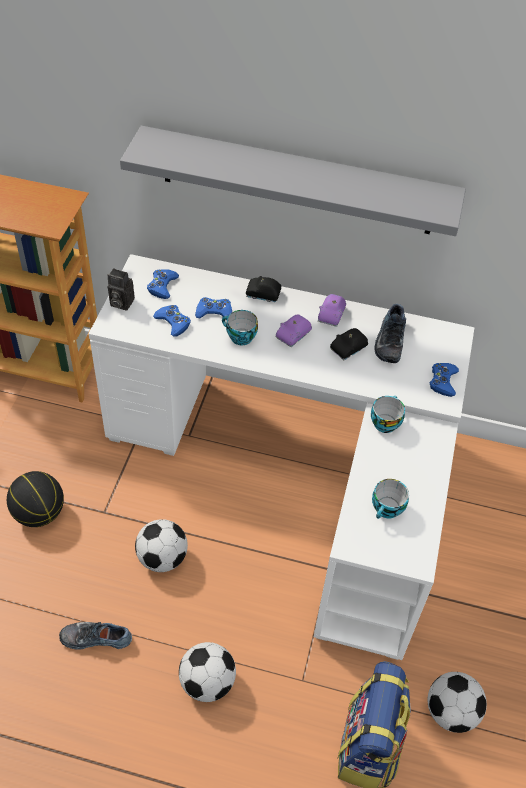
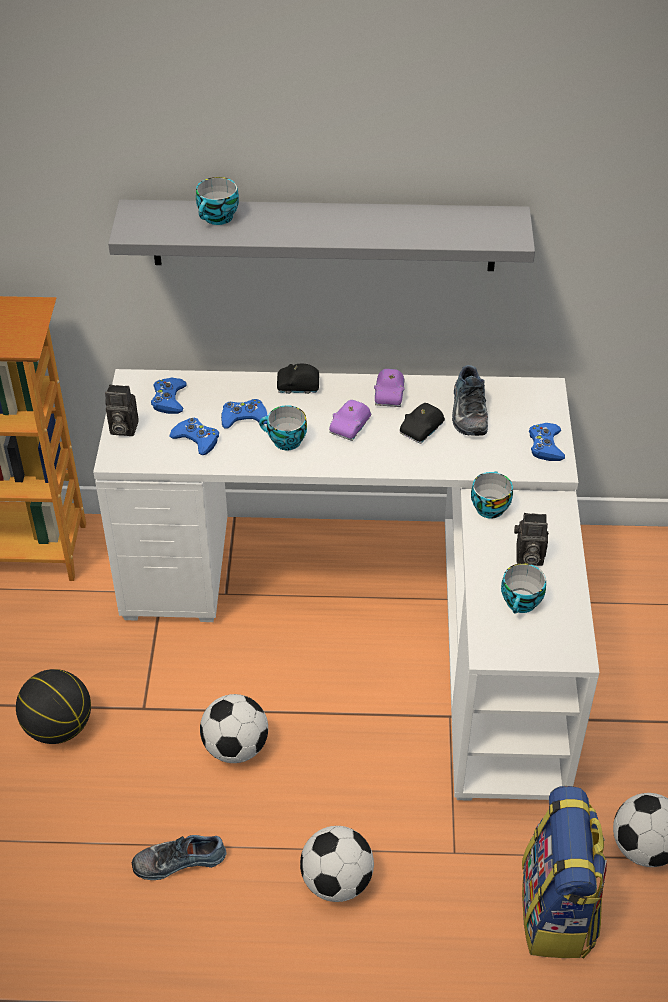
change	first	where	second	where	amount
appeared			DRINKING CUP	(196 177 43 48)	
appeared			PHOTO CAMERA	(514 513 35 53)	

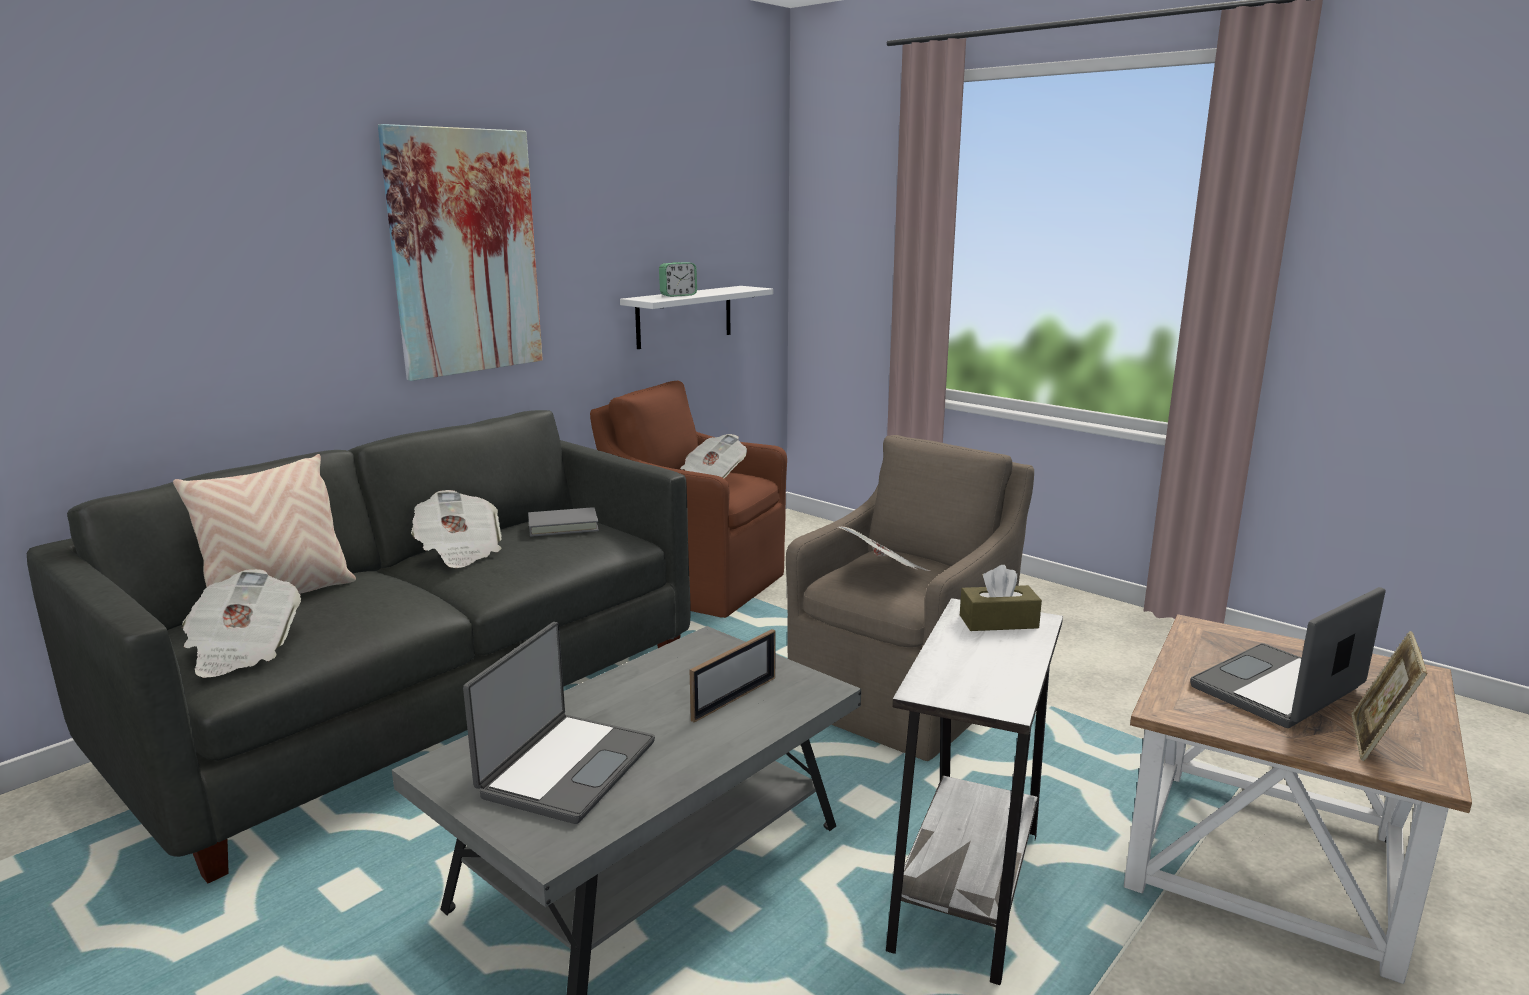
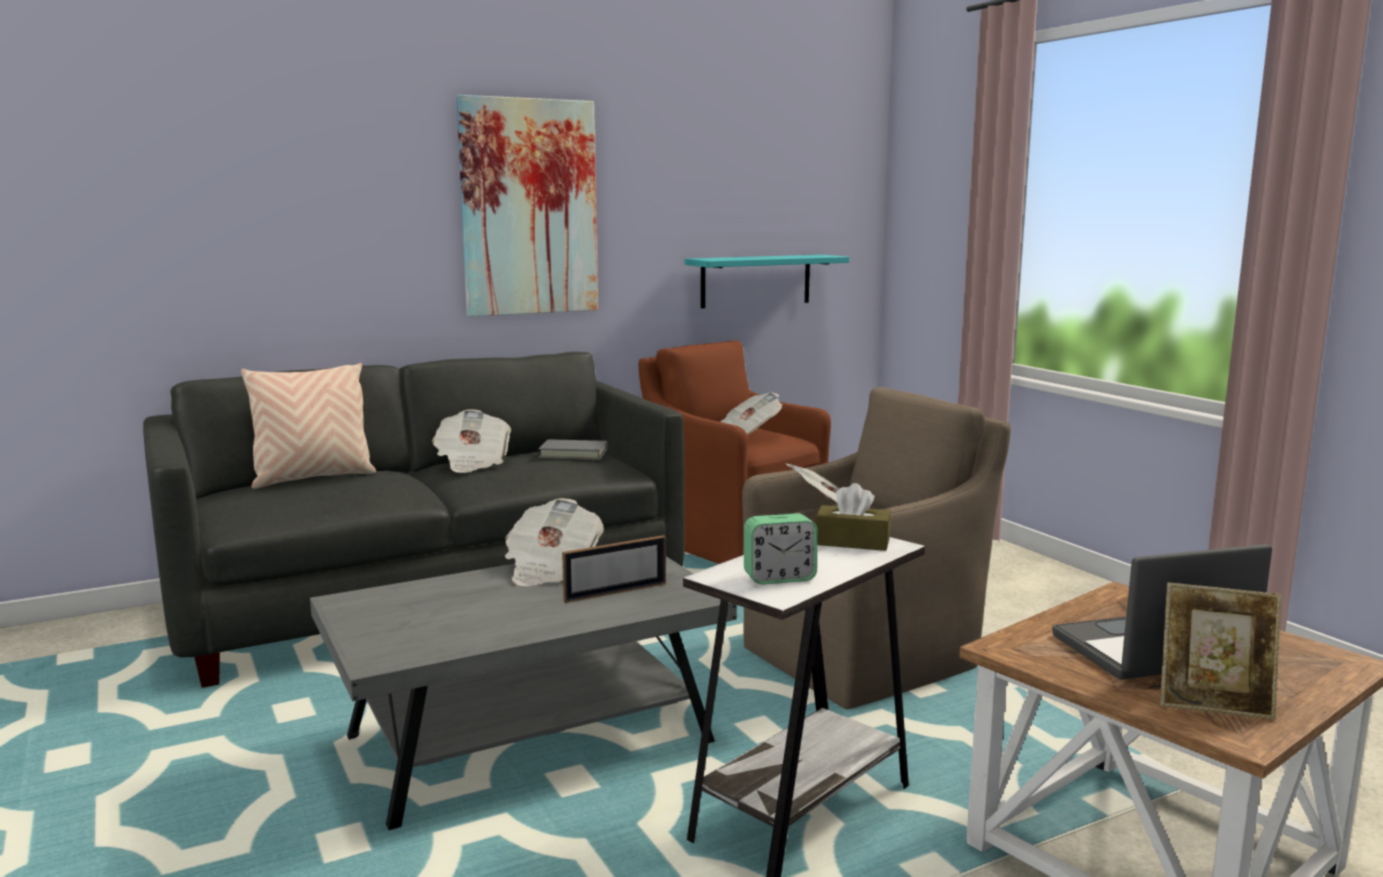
change	first	where	second	where	amount
relocated	TABLE CLOCK	(659 262 38 35)		(744 513 74 71)	
colour	WHITE-COLOURED BRACKET SHELF	(620 286 153 63)	TURQUOISE-COLOURED BRACKET SHELF	(685 255 164 53)	
relocated	PRINTED PAPER	(182 569 119 109)		(505 498 99 88)	
missing	NOTEBOOK COMPUTER	(463 622 192 202)			
spun	STANDING FRAME	(1351 631 77 130)		(1160 582 122 138)	120 degrees counterclockwise

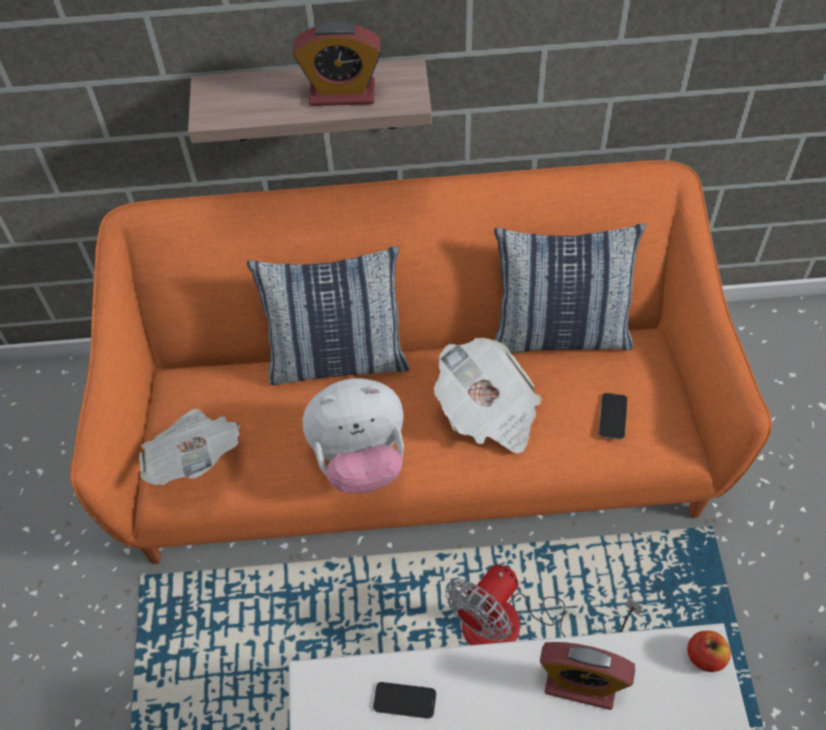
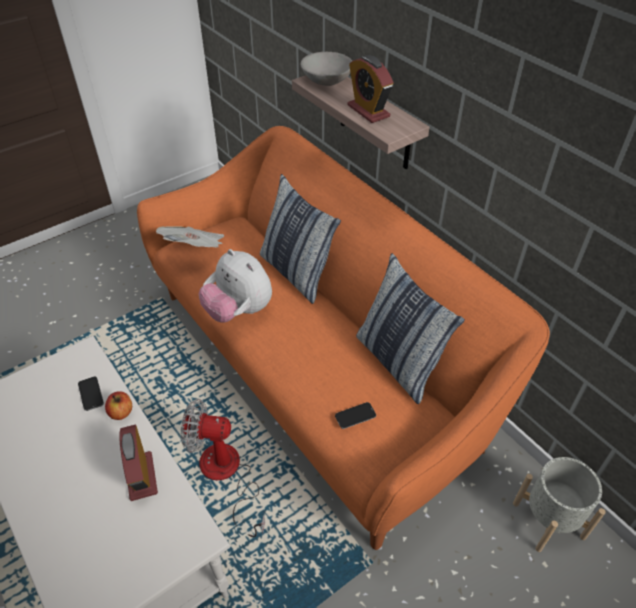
change	first	where	second	where	amount
missing	PRINTED PAPER	(434 338 108 116)			
relocated	WHOLE APPLE	(687 631 44 41)		(105 391 27 29)	
appeared			GREY BOWL	(301 52 51 34)	
appeared			GREY PLANTER	(513 457 93 95)	

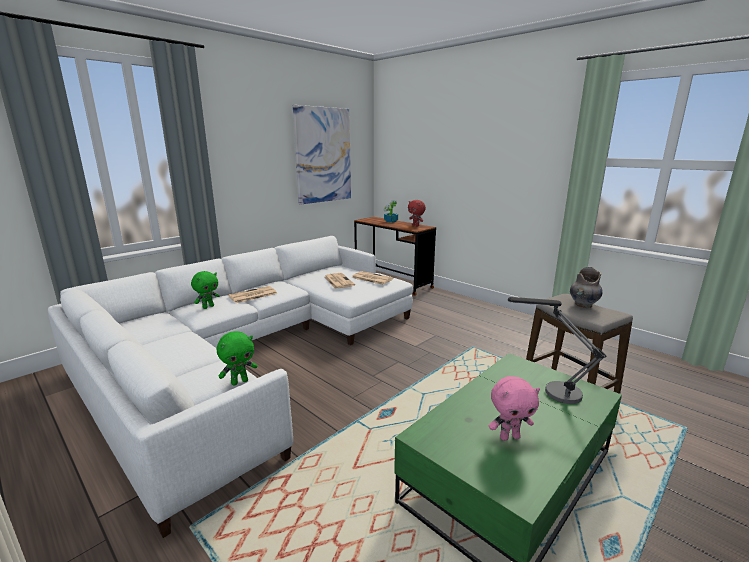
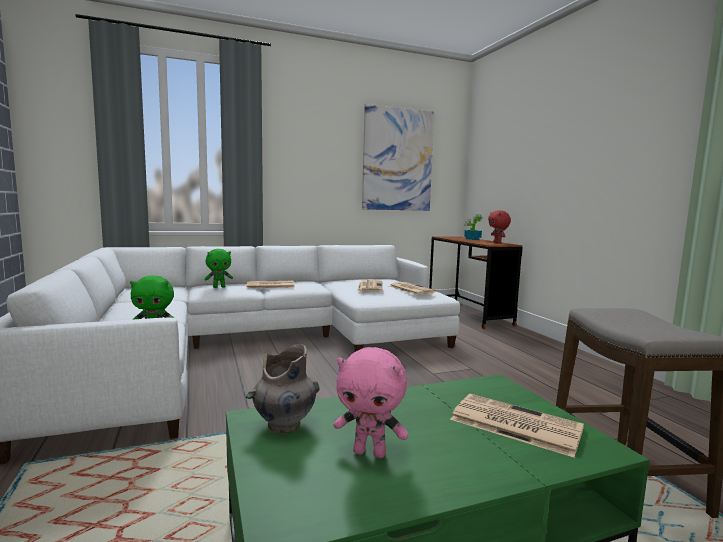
change	first	where	second	where	amount
relocated	GREY FLOWER VASE	(570 267 33 41)		(245 345 75 88)	
exchanged	TABLE LAMP	(508 297 98 107)	PRINTED PAPER	(450 394 134 64)	

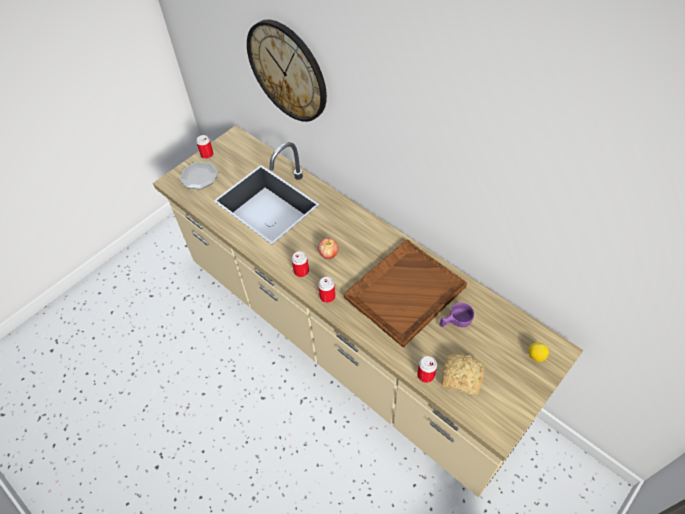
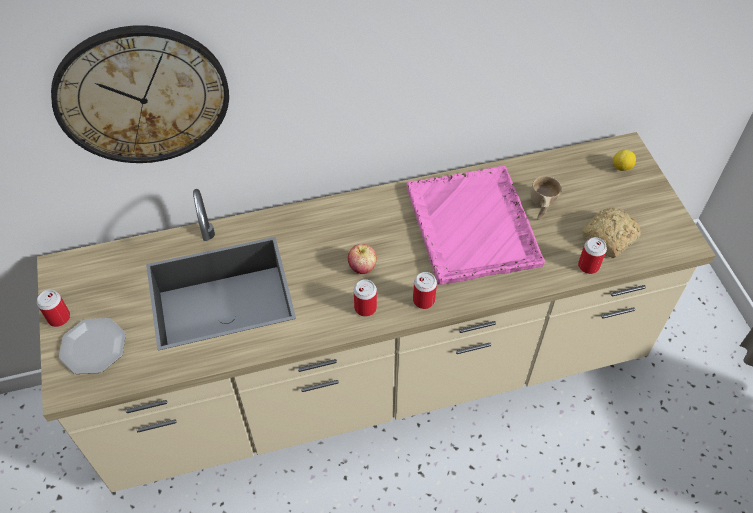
change	first	where	second	where	amount
colour	BROWNISH TRAY	(344 240 123 108)	PINK TRAY	(407 166 138 119)	
colour	PURPLE DRINKING CUP	(439 303 35 24)	SAND-COLOURED DRINKING CUP	(530 176 32 44)	

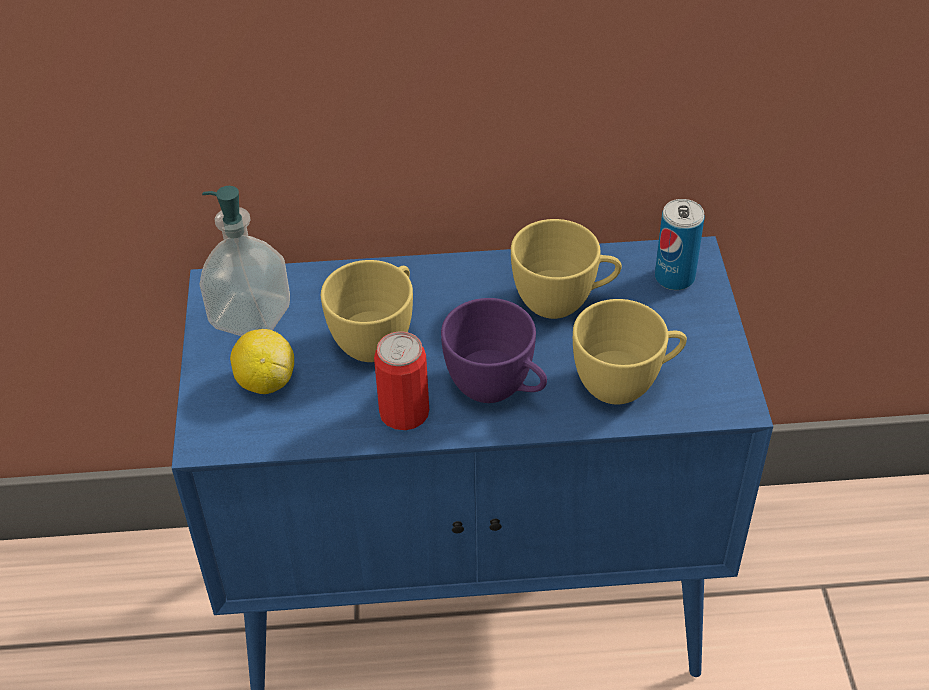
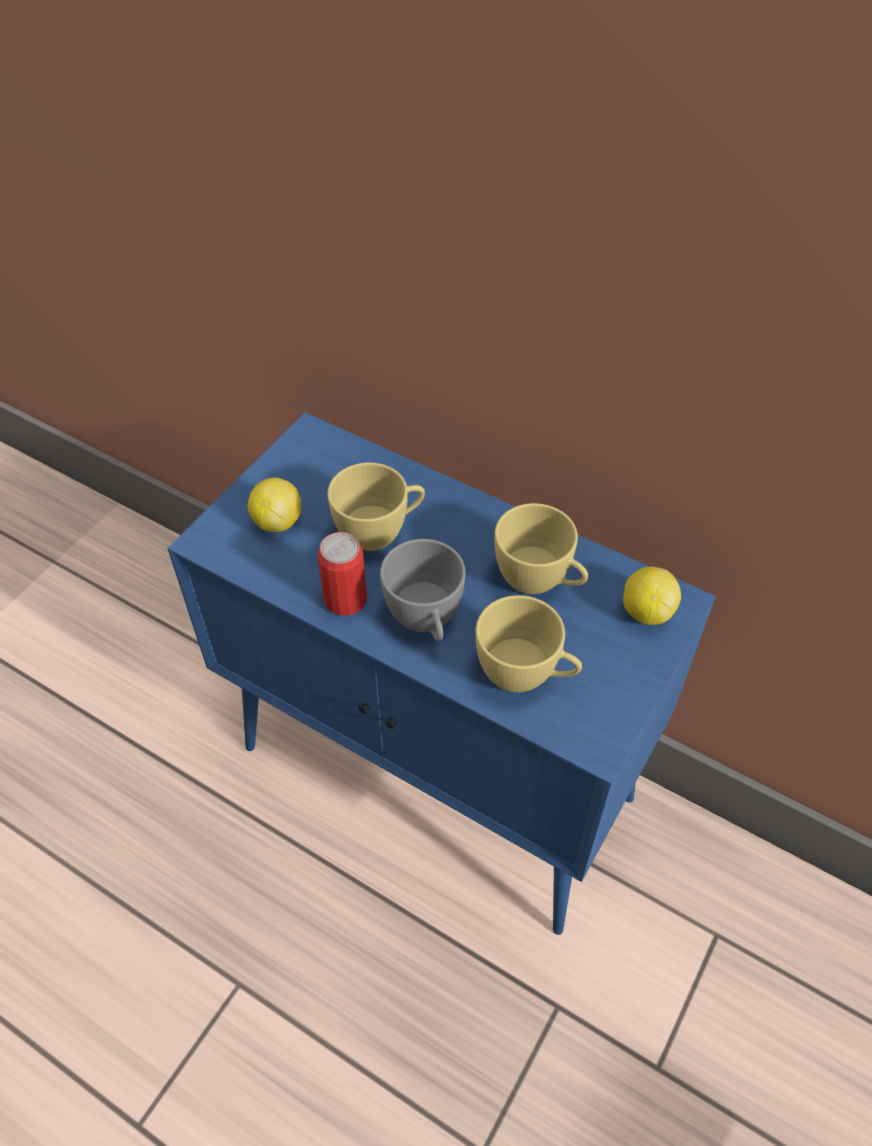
change	first	where	second	where	amount
missing	SOAP DISPENSER	(199 186 91 150)			
exchanged	METAL CAN	(655 199 50 91)	WHOLE LEMON	(623 567 58 58)	
colour	PURPLE DRINKING CUP	(441 298 106 105)	GREY DRINKING CUP	(380 539 85 102)	

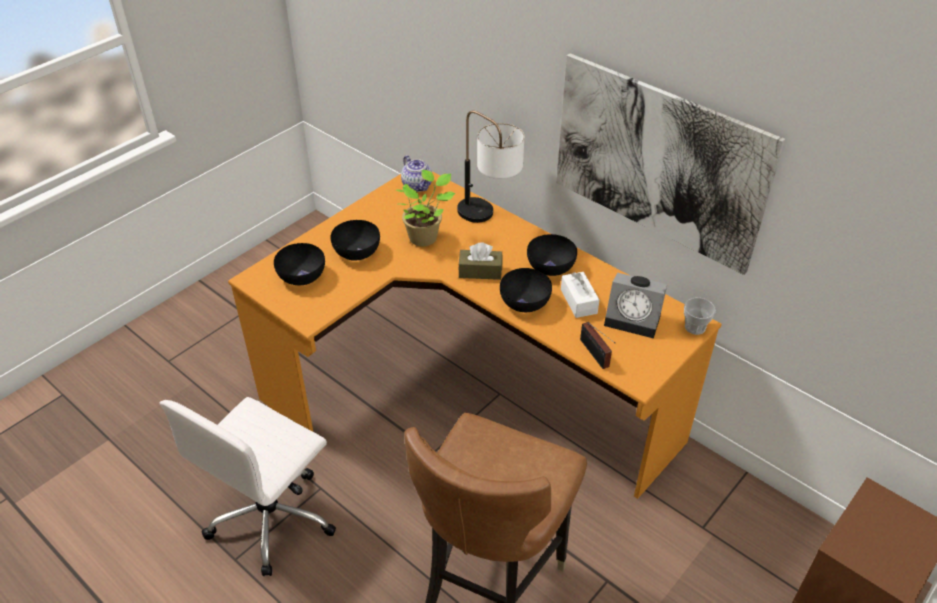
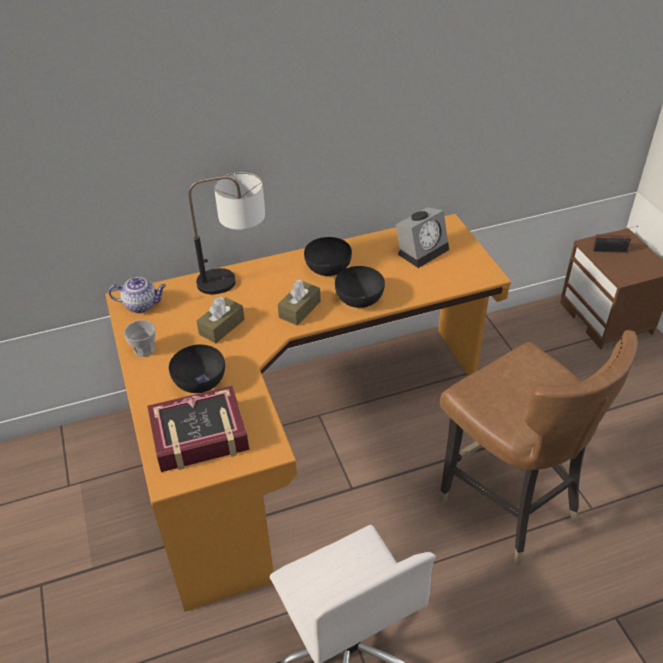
change	first	where	second	where	amount
missing	WALL ART	(556 53 229 222)			
exchanged	HOUSEPLANT	(396 170 60 76)	BROWNISH TISSUE BOX	(197 296 48 48)	
exchanged	BLACK BOWL	(274 243 51 42)	VOLUME	(147 386 102 86)	
missing	WHITE-COLOURED TISSUE BOX	(561 272 38 46)			
relocated	DRINKING CUP	(684 298 32 37)		(124 320 32 37)	
relocated	RADIO SET	(580 322 35 47)		(593 226 45 27)	

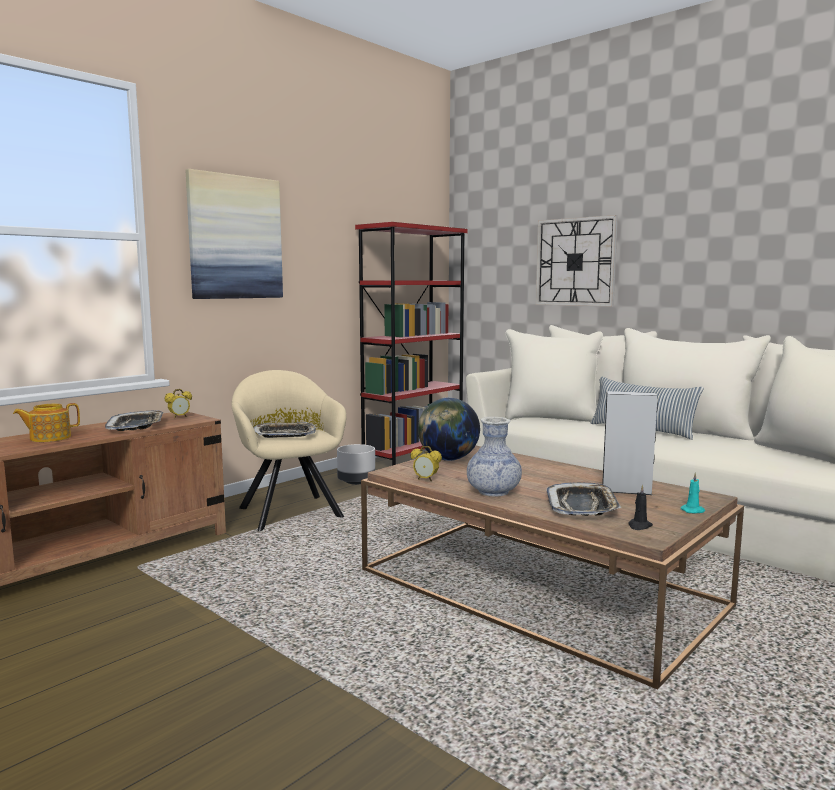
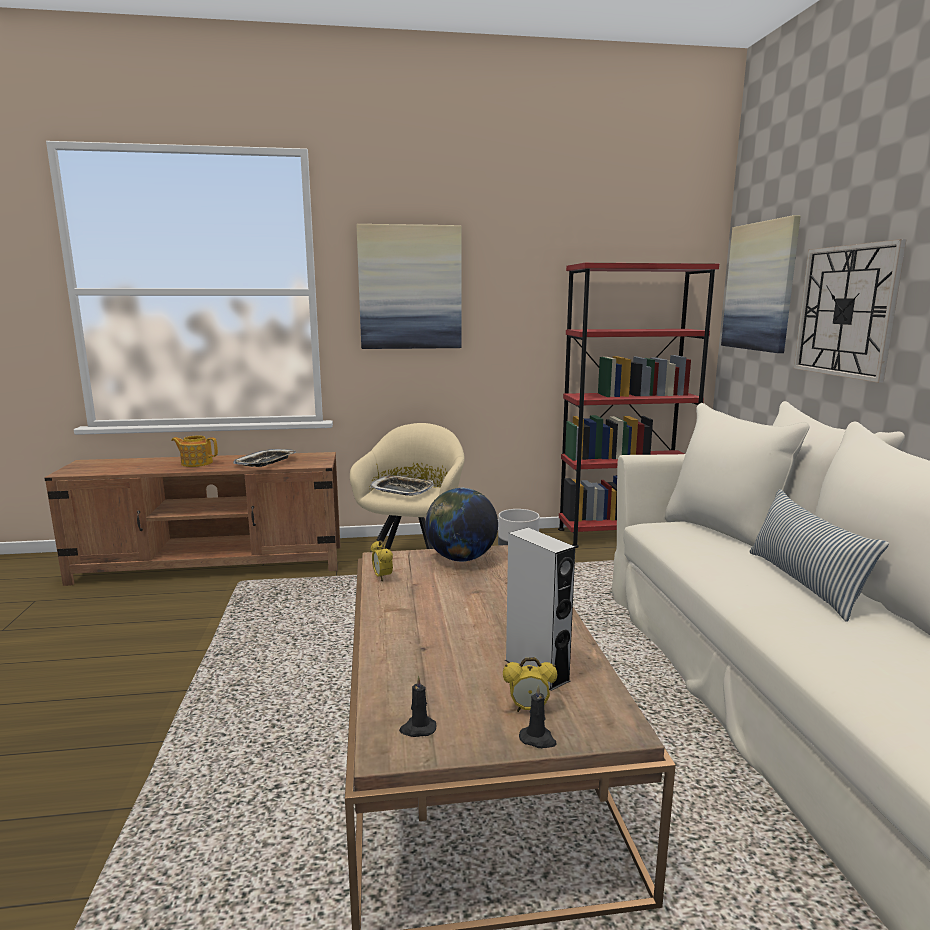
change	first	where	second	where	amount
relocated	TABLE CLOCK	(165 389 27 29)		(503 657 54 55)	
missing	FLOWER VASE	(467 417 55 80)			
colour	TURQUOISE-COLOURED WAX CANDLE	(681 472 24 41)	BLACK WAX CANDLE	(519 685 38 63)	
missing	TRAY	(546 482 76 34)			
appeared			WALL ART	(721 215 80 138)	

